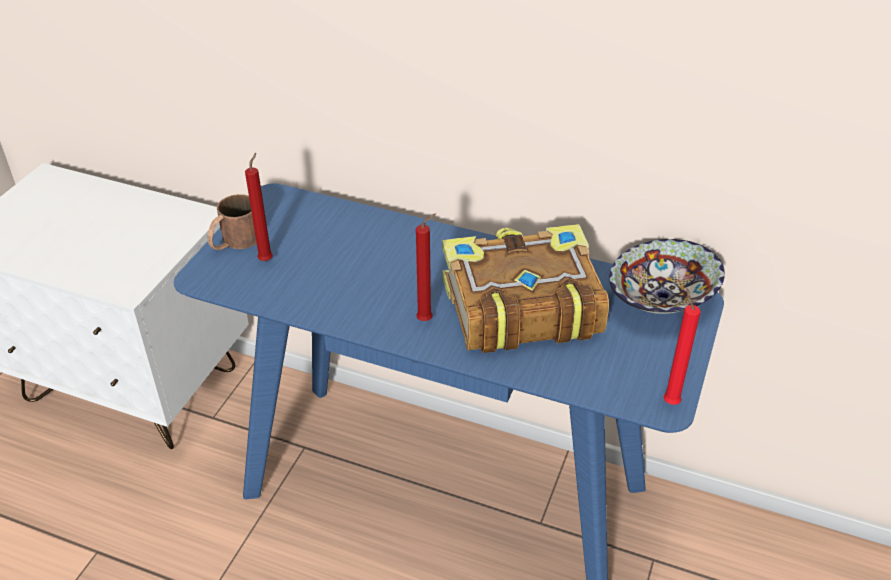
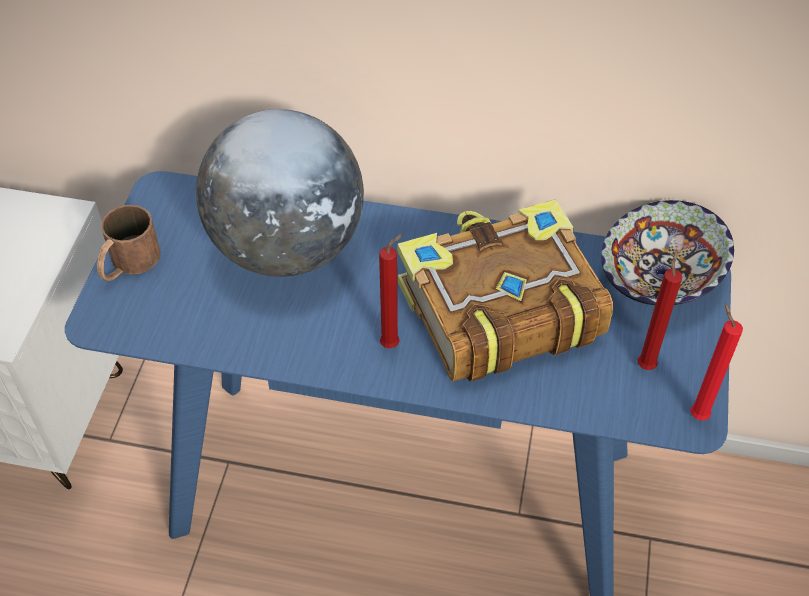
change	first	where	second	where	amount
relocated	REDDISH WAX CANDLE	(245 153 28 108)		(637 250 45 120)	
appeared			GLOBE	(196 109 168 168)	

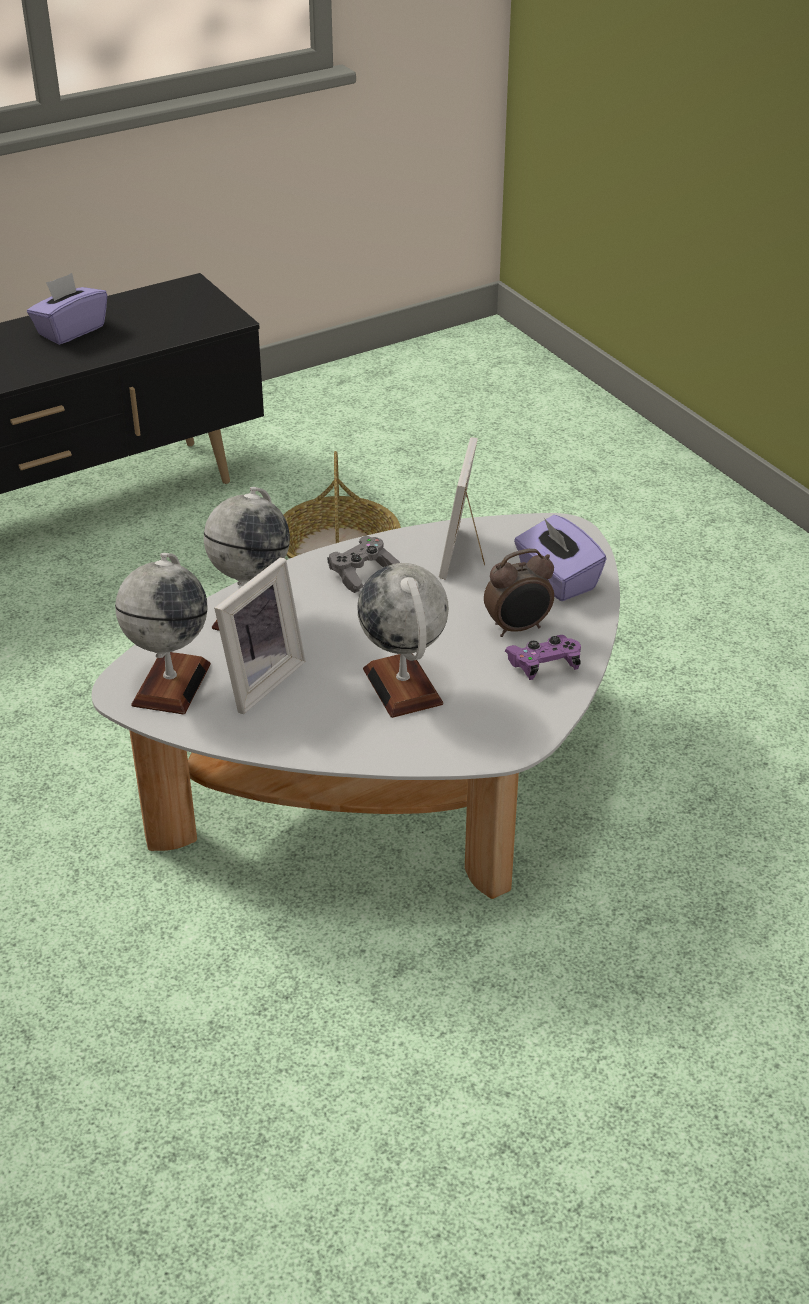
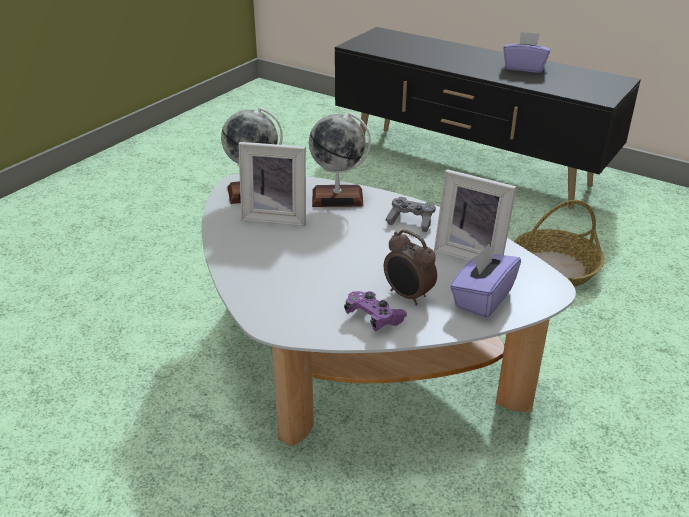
change	first	where	second	where	amount
spun	STANDING FRAME	(439 437 46 143)		(434 169 82 92)	135 degrees counterclockwise
missing	GLOBE	(358 563 91 155)			

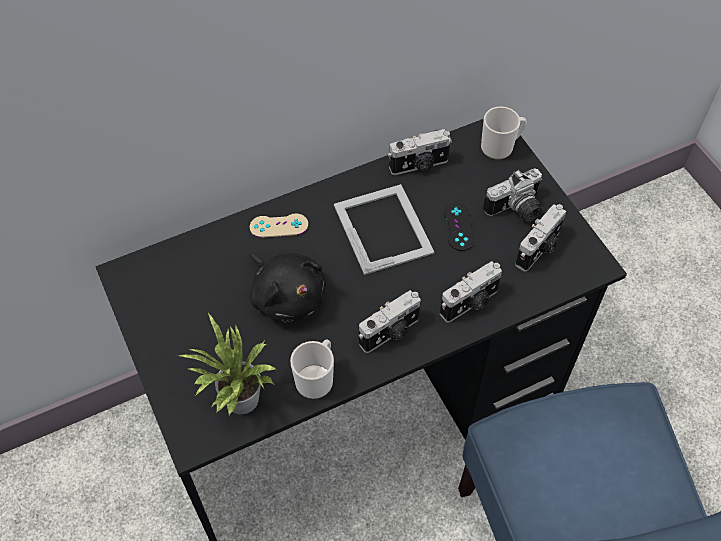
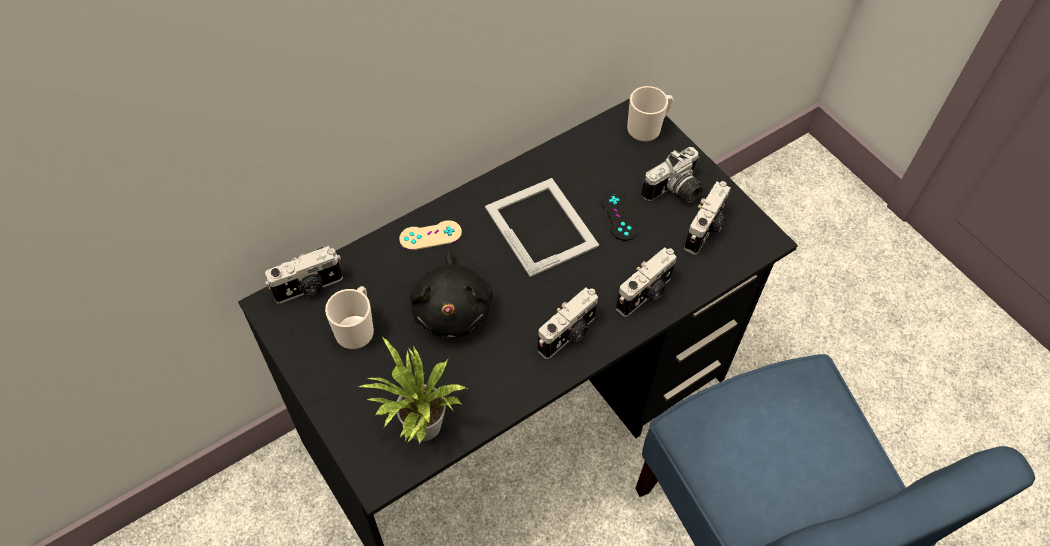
change	first	where	second	where	amount
relocated	PHOTO CAMERA	(388 129 64 46)		(265 246 78 58)	
spun	BLACK CUDDLY TOY	(249 252 77 71)		(410 250 83 88)	45 degrees clockwise
relocated	MUG	(290 339 44 60)		(325 286 49 63)	

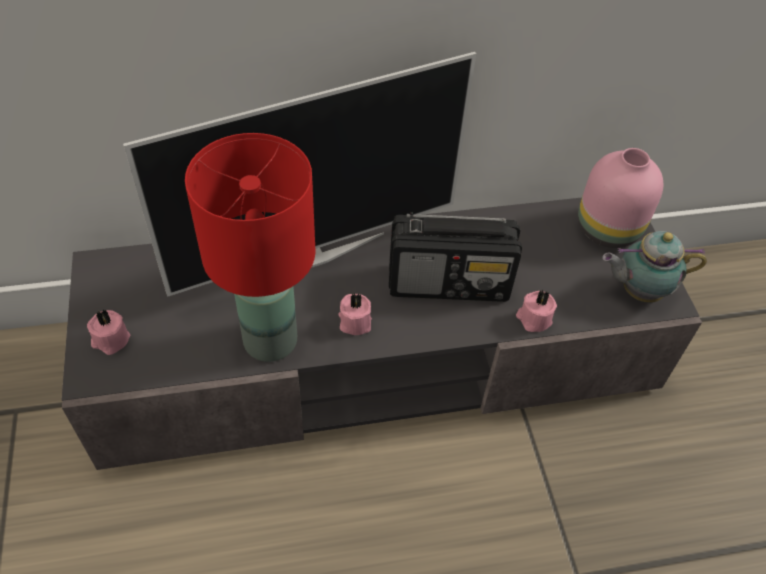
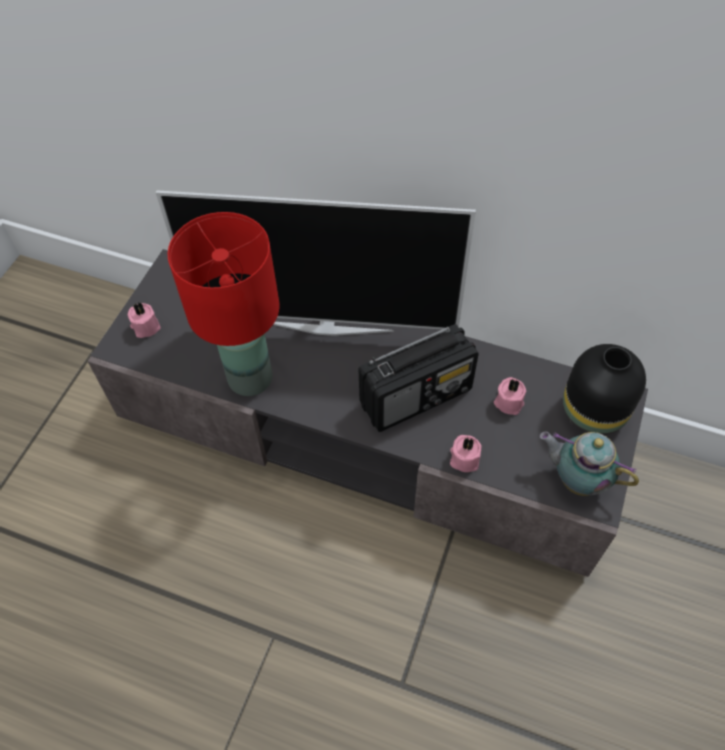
change	first	where	second	where	amount
colour	PINK FLOWER VASE	(578 148 85 100)	BLACK FLOWER VASE	(563 344 83 91)	
spun	RADIO SET	(389 212 133 90)		(358 324 121 108)	60 degrees counterclockwise
relocated	PINK WAX CANDLE	(339 293 33 42)		(494 377 33 38)	

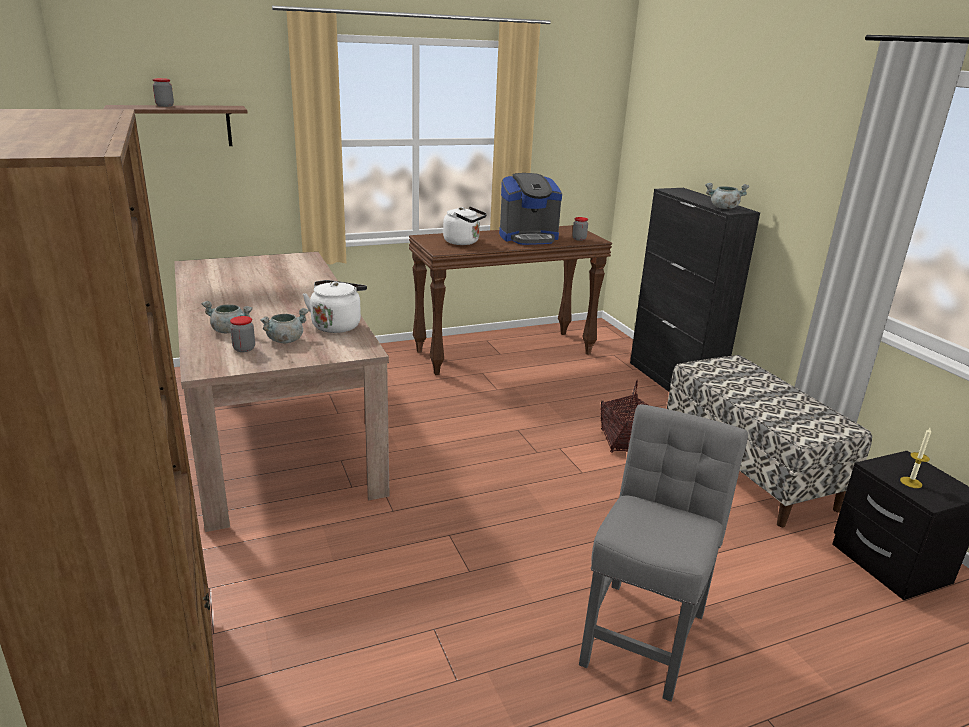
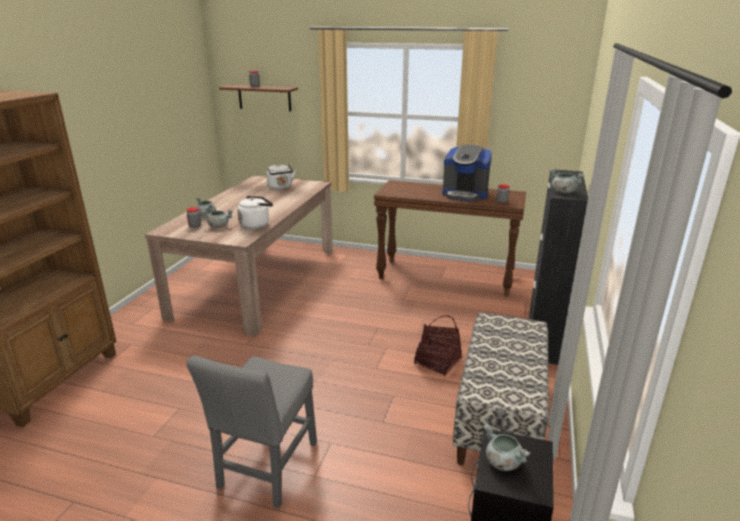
change	first	where	second	where	amount
relocated	WHITE-COLOURED TEA KETTLE	(443 206 44 39)		(266 164 30 25)	
spun	GREY UPRIGHT CHAIR	(579 404 169 298)		(186 355 131 154)	135 degrees clockwise
exchanged	WAX CANDLE	(900 428 31 60)	GREY SAUCEPOT	(484 424 47 47)	

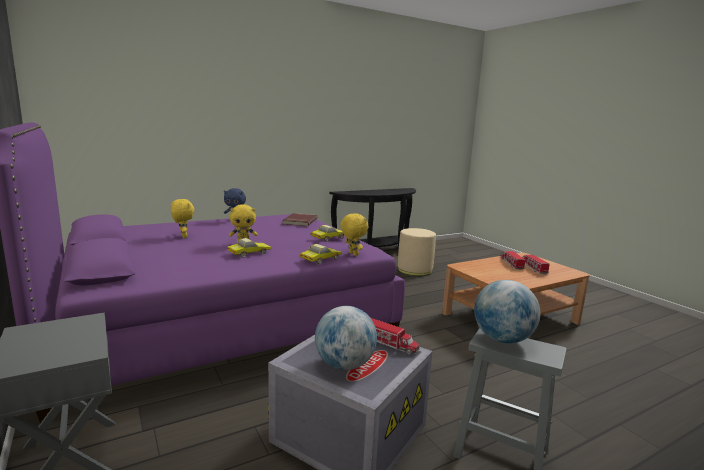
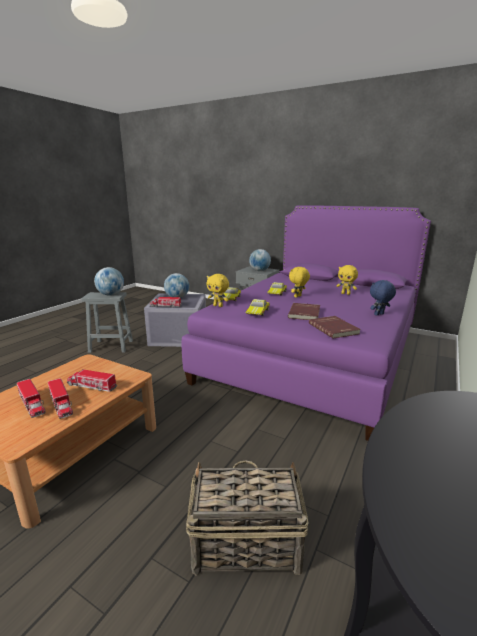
change	first	where	second	where	amount
exchanged	SAND-COLOURED POUFFE	(398 228 38 48)	HOUSEHOLD BASKET	(186 461 123 115)	
appeared			GLOBE	(249 249 22 22)	
appeared			REDDISH VOLUME	(288 303 32 17)	
appeared			TOY TRUCK	(67 369 50 23)	

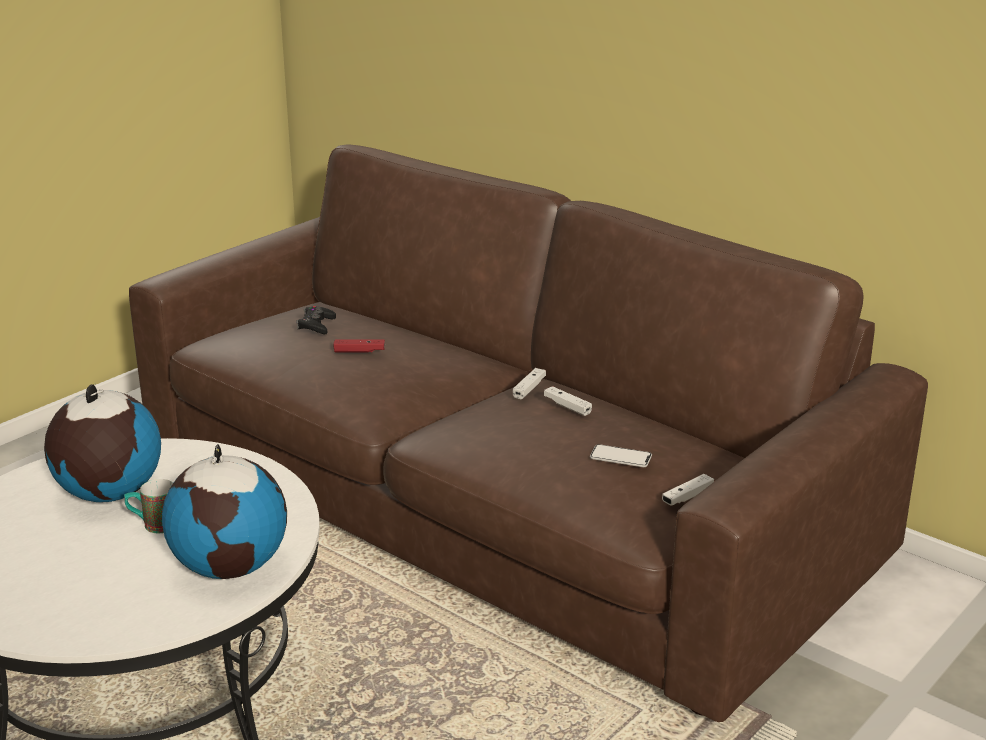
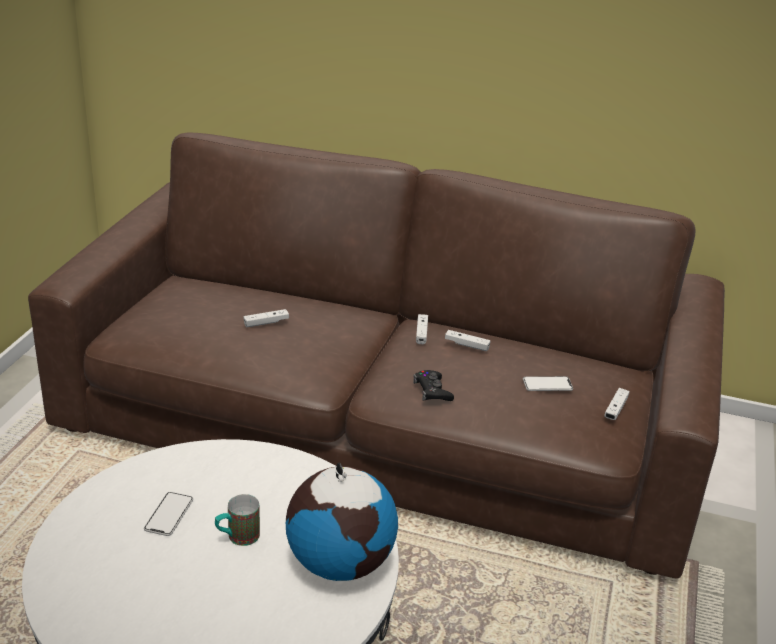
change	first	where	second	where	amount
relocated	BLACK GAME CONTROLLER	(296 306 40 28)		(413 370 41 31)	
colour	REDDISH GAME CONTROLLER	(333 340 52 13)	WHITE-COLOURED GAME CONTROLLER	(244 309 45 18)	
exchanged	GLOBE	(44 383 117 119)	HANDSET	(144 492 49 44)	

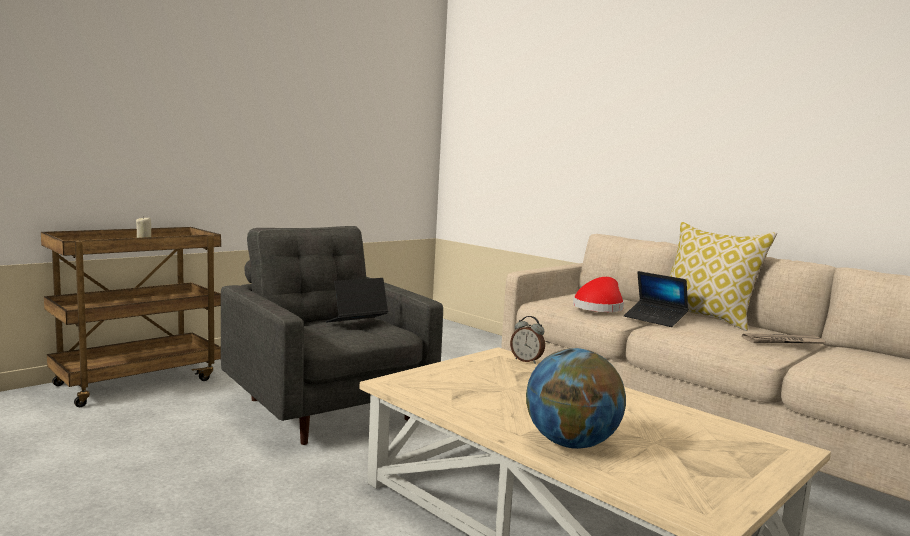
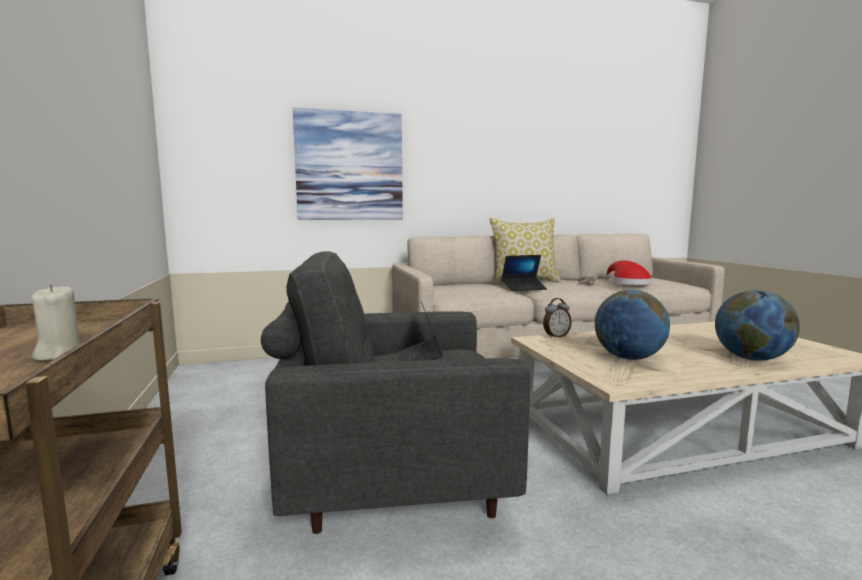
change	first	where	second	where	amount
relocated	REDDISH WEARABLE HAT	(573 277 51 35)		(604 260 48 25)	
appeared			WALL ART	(293 108 110 112)	
appeared			GLOBE	(595 290 75 70)	

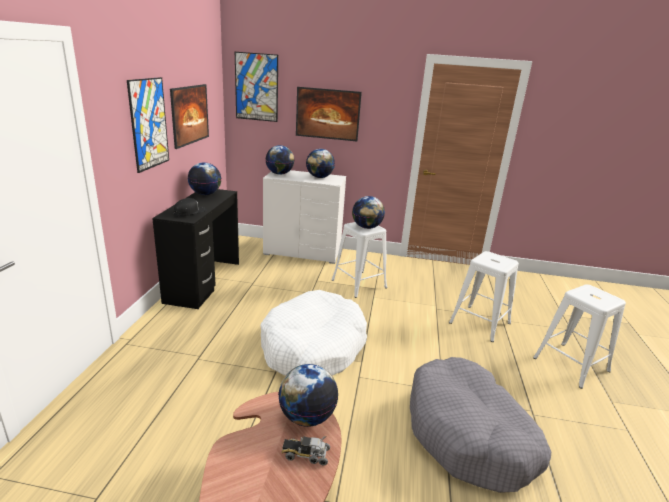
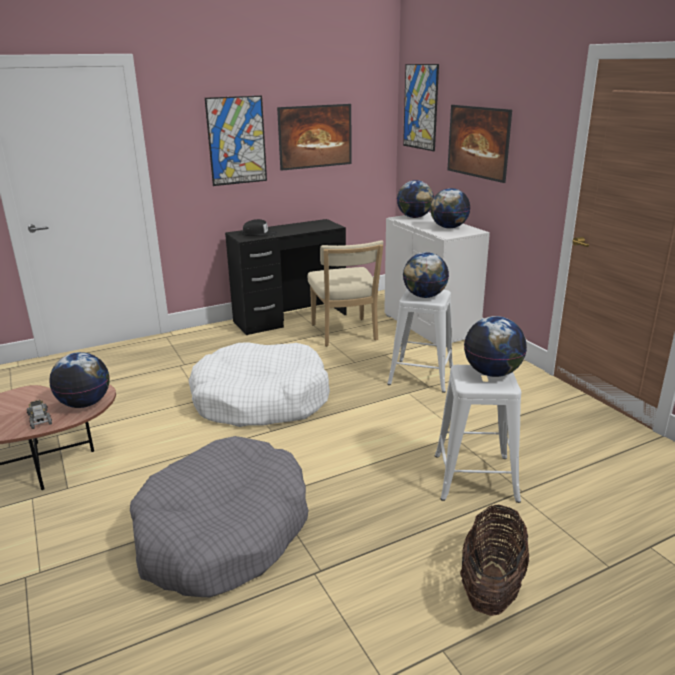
change	first	where	second	where	amount
relocated	GLOBE	(188 162 33 33)		(464 316 63 61)	
exchanged	WHITE-COLOURED STOOL SEAT	(533 284 93 105)	HOUSEHOLD BASKET	(460 504 69 112)	
appeared			SAND-COLOURED UPRIGHT CHAIR	(308 241 75 105)	

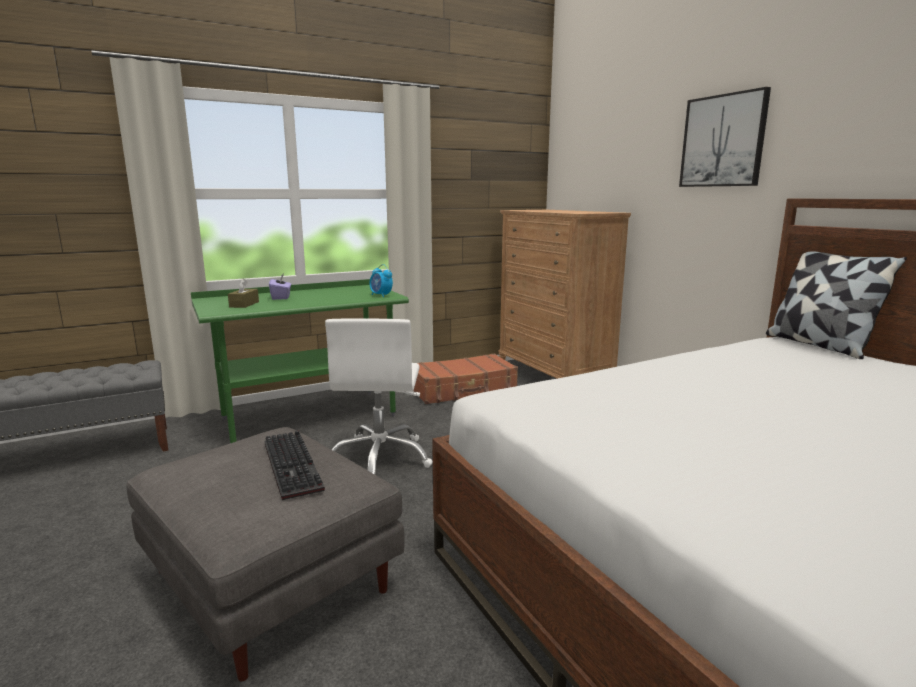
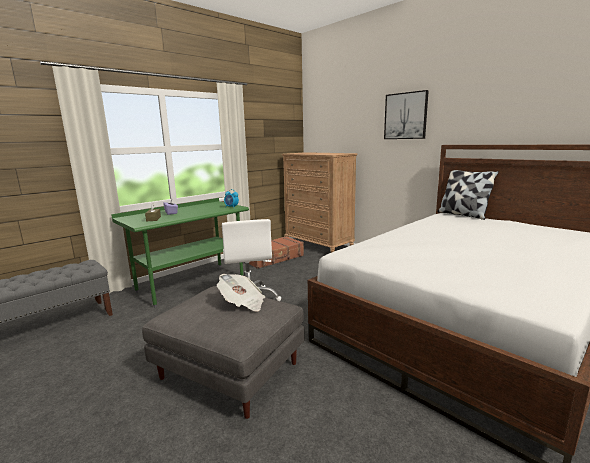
change	first	where	second	where	amount
exchanged	COMPUTER KEYBOARD	(265 431 60 69)	PRINTED PAPER	(217 274 49 38)	

